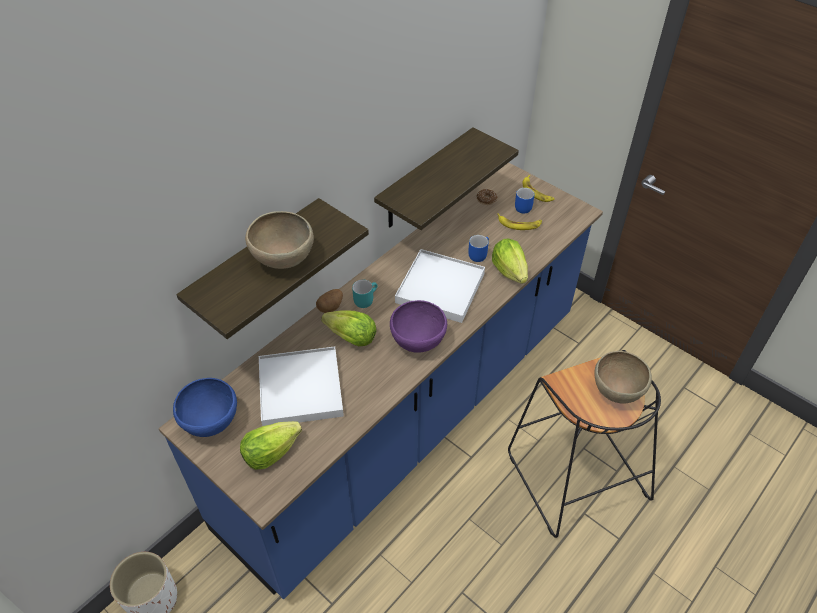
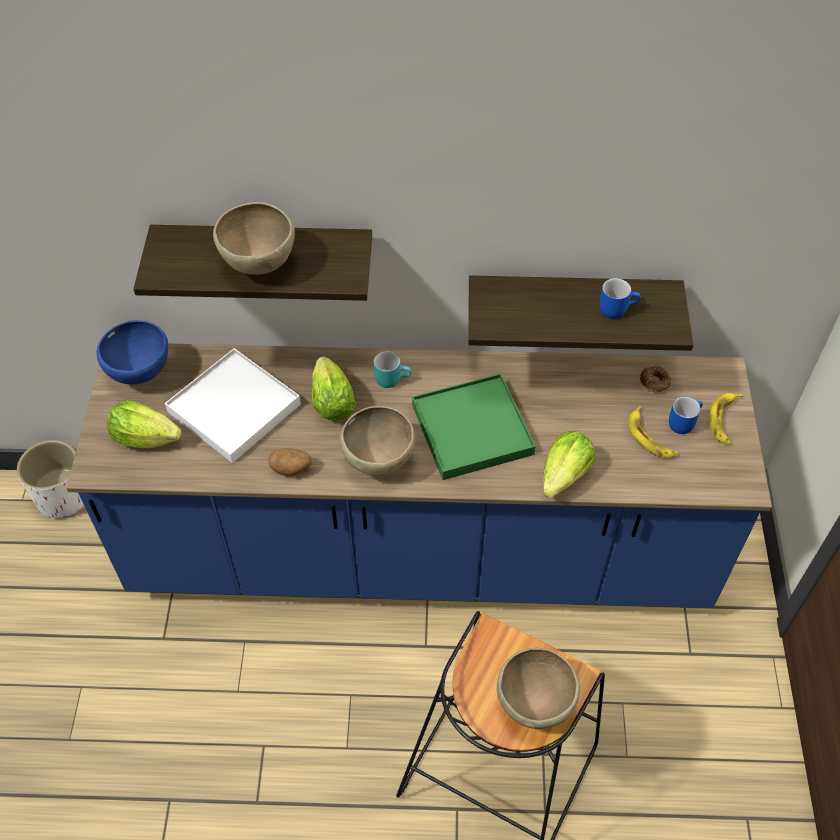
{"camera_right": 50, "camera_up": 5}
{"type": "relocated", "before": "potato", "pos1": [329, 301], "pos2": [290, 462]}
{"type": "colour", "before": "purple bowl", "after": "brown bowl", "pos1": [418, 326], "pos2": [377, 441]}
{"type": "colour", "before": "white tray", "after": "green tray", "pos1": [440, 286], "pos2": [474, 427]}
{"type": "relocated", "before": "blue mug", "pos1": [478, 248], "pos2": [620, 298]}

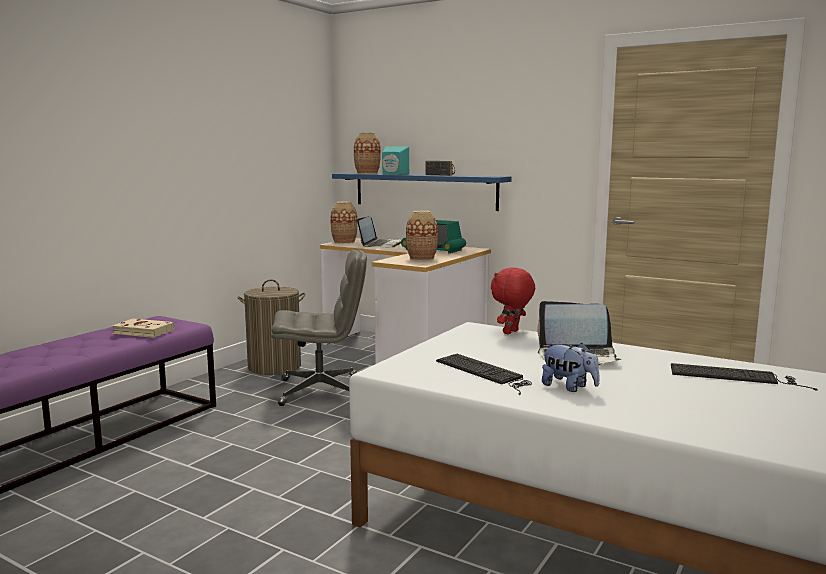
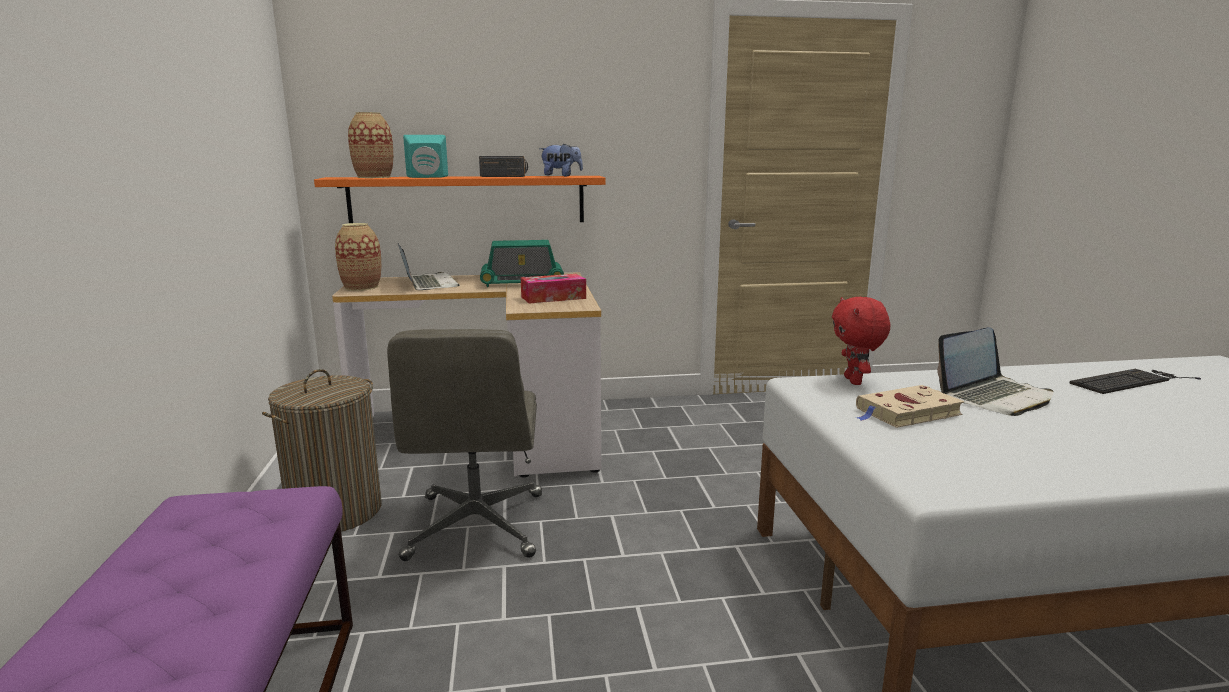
{"camera_right": -40, "camera_up": 5}
{"type": "relocated", "before": "beige book", "pos1": [143, 328], "pos2": [910, 406]}
{"type": "spun", "before": "grey office chair", "pos1": [319, 328], "pos2": [464, 445], "turn": 135}
{"type": "colour", "before": "blue shelf", "after": "orange shelf", "pos1": [422, 192], "pos2": [460, 199]}
{"type": "exchanged", "before": "vase", "after": "tissue box", "pos1": [422, 236], "pos2": [553, 289]}
{"type": "missing", "before": "keyboard", "pos1": [484, 374]}
{"type": "relocated", "before": "plush toy", "pos1": [571, 367], "pos2": [561, 160]}

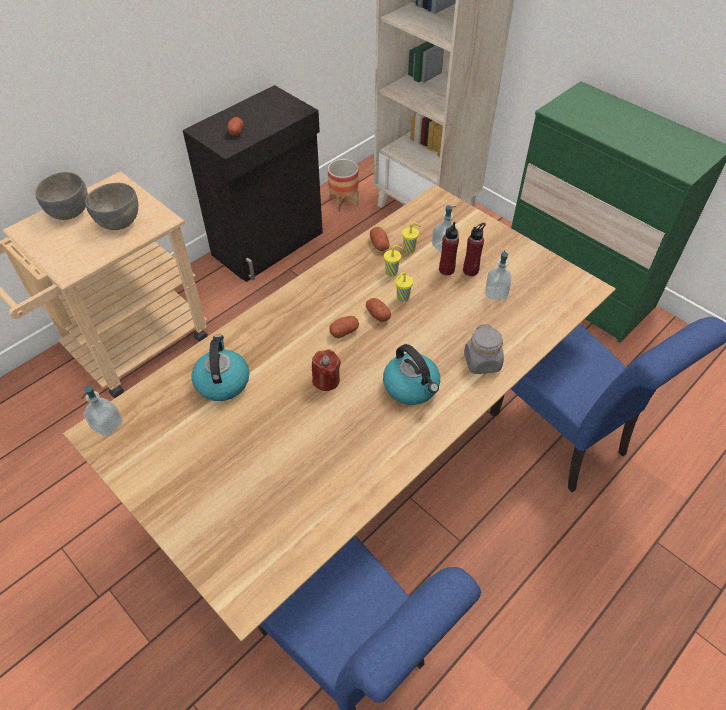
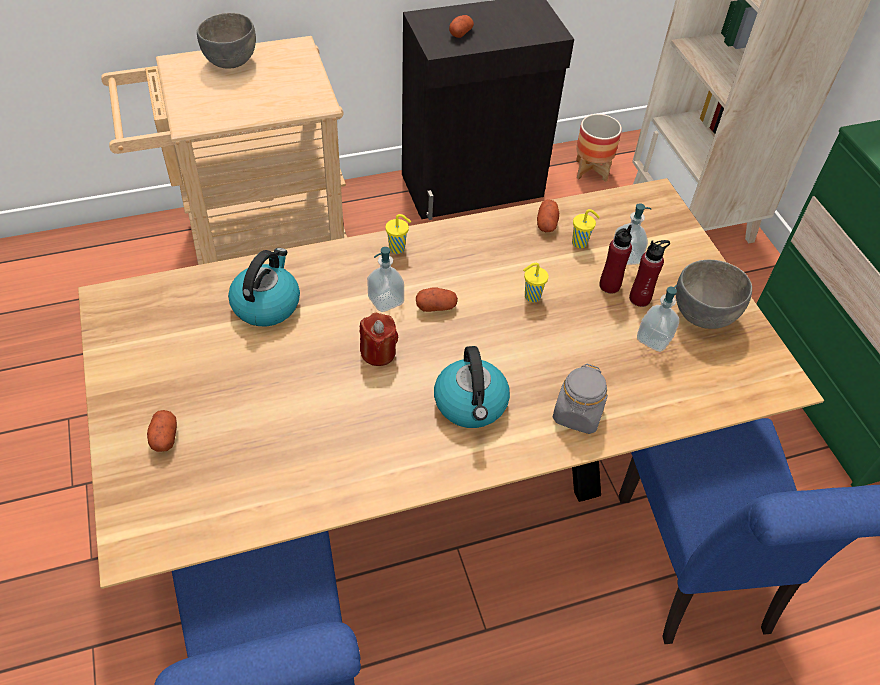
{"camera_right": 25, "camera_up": 0}
{"type": "relocated", "before": "soap dispenser", "pos1": [102, 411], "pos2": [385, 279]}
{"type": "relocated", "before": "grey bowl", "pos1": [111, 206], "pos2": [714, 294]}
{"type": "relocated", "before": "potato", "pos1": [378, 310], "pos2": [162, 431]}
{"type": "relocated", "before": "yellow cup", "pos1": [393, 260], "pos2": [398, 234]}

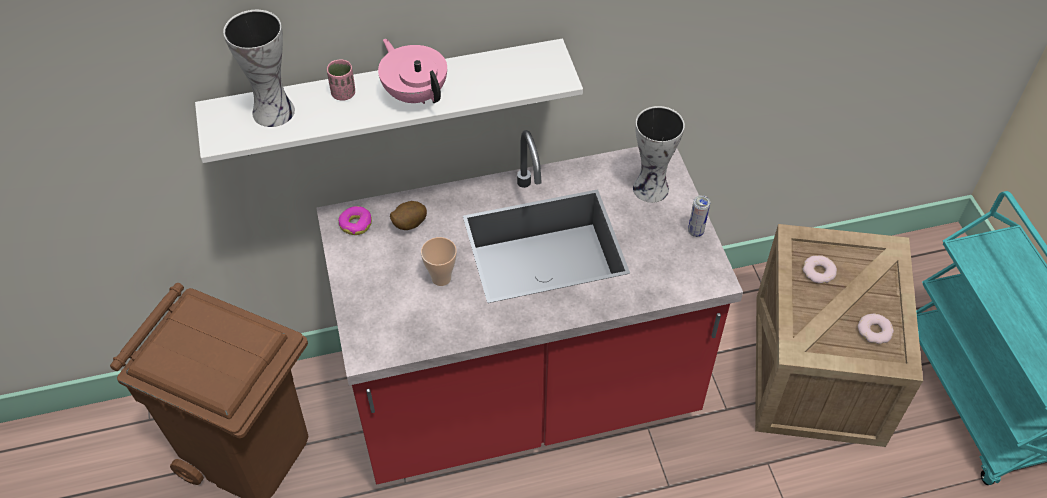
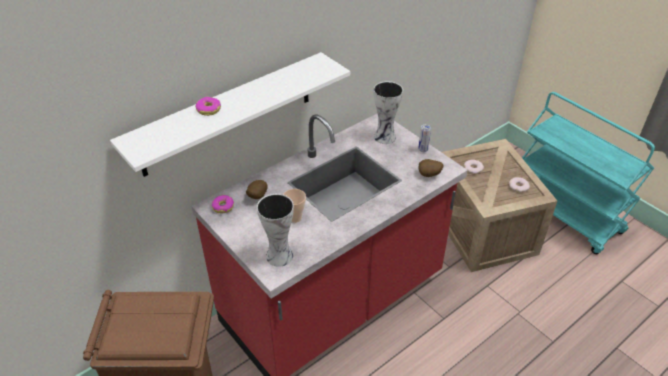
{"camera_right": -25, "camera_up": -10}
{"type": "relocated", "before": "vase", "pos1": [259, 68], "pos2": [275, 230]}
{"type": "exchanged", "before": "pink cup", "after": "donut", "pos1": [341, 80], "pos2": [208, 106]}
{"type": "missing", "before": "pink teapot", "pos1": [412, 71]}
{"type": "appeared", "after": "potato", "pos2": [431, 168]}

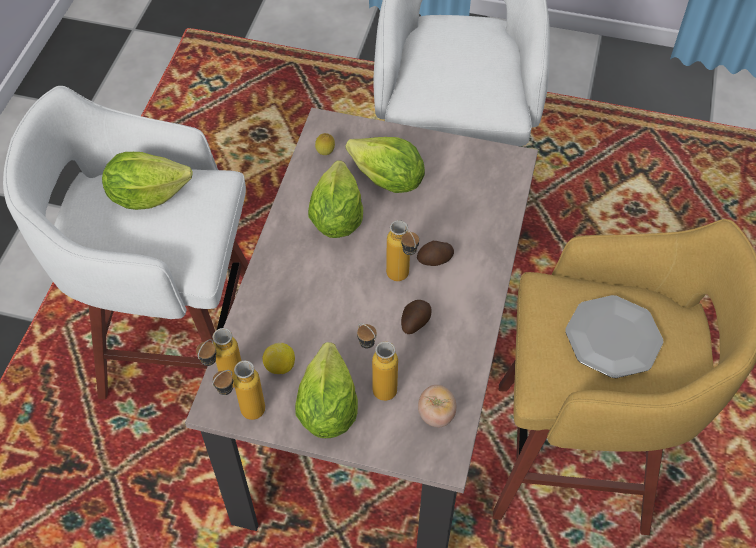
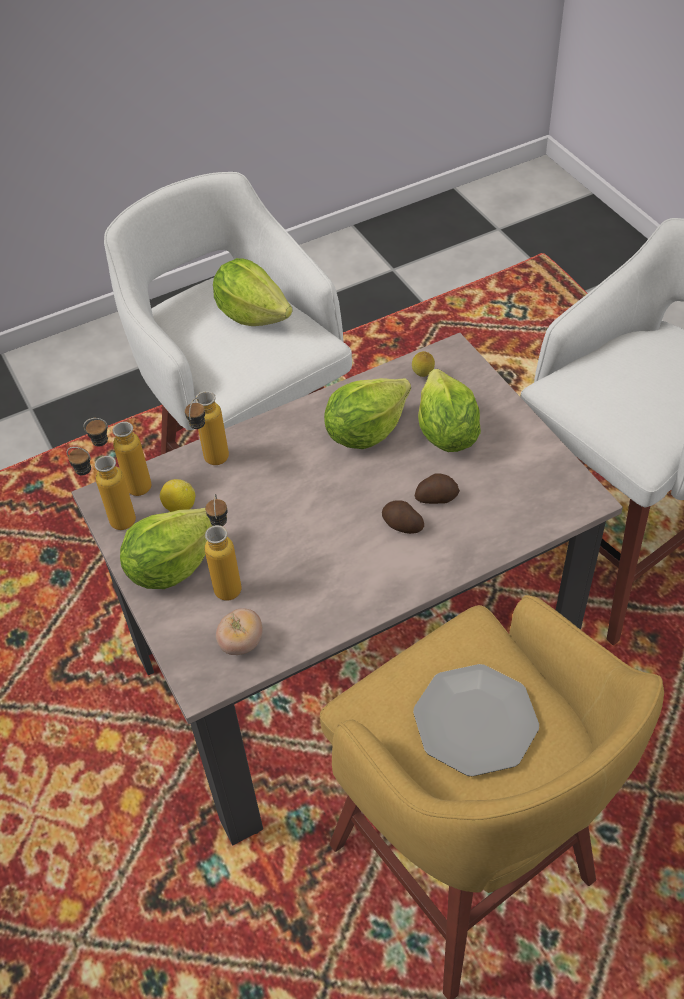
{"camera_right": 50, "camera_up": -5}
{"type": "relocated", "before": "bottle", "pos1": [402, 250], "pos2": [207, 428]}
{"type": "relocated", "before": "potato", "pos1": [416, 317], "pos2": [437, 488]}

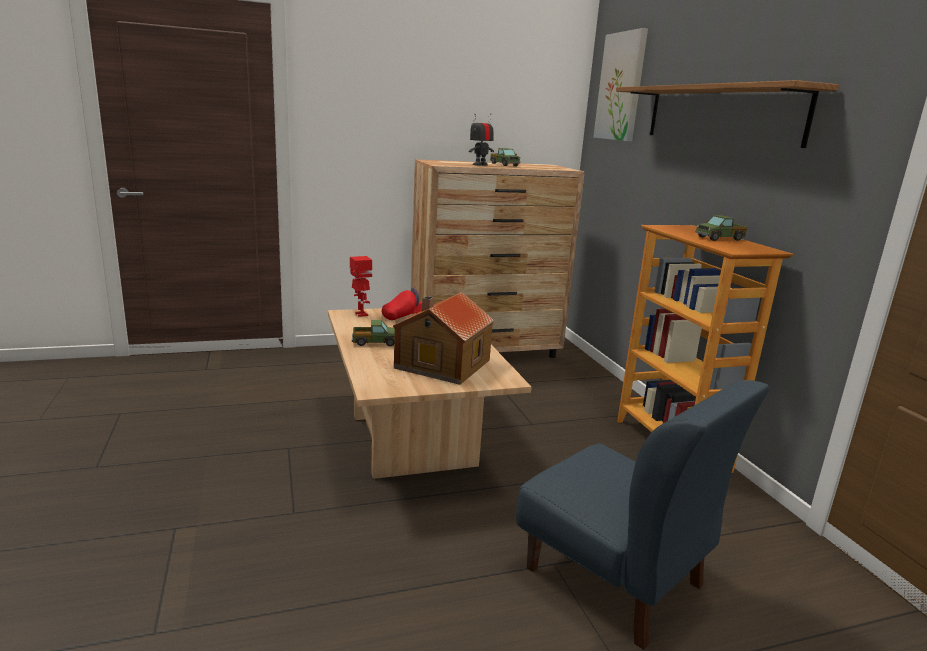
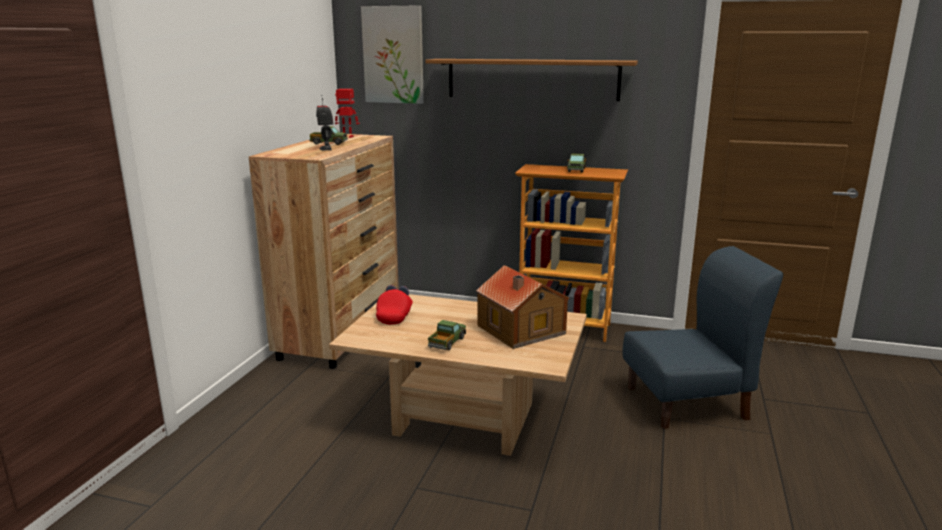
{"camera_right": -55, "camera_up": 0}
{"type": "relocated", "before": "toy robot", "pos1": [361, 286], "pos2": [347, 113]}

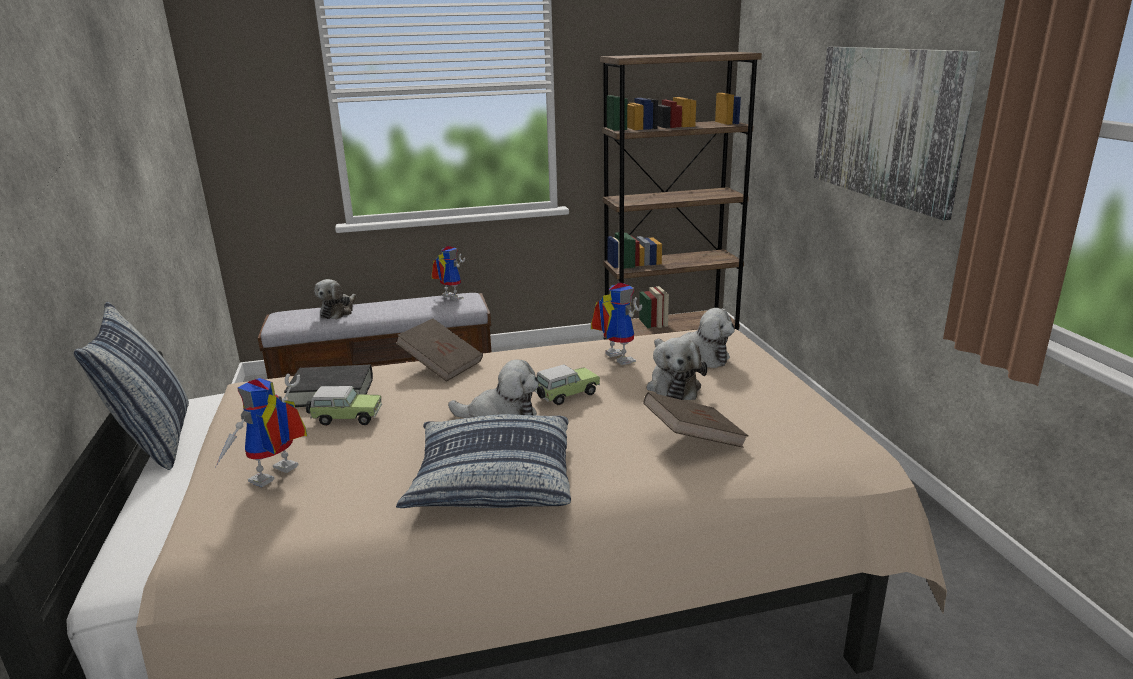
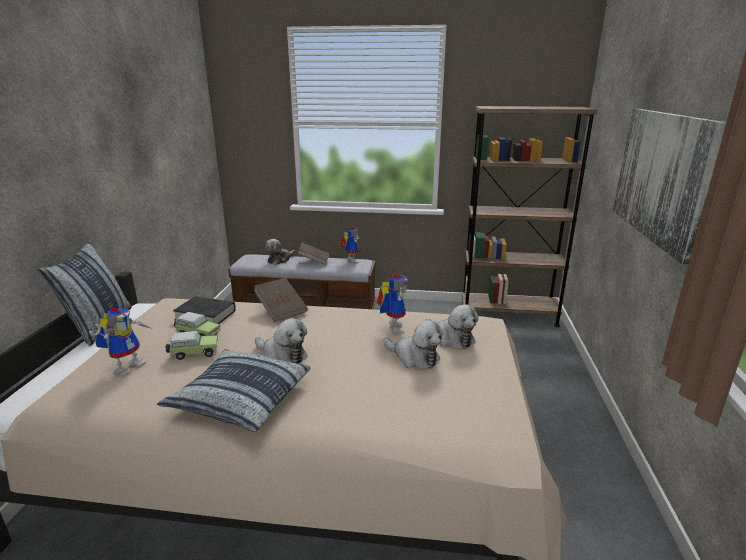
{"camera_right": 20, "camera_up": 0}
{"type": "spun", "before": "toy robot", "pos1": [261, 430], "pos2": [120, 342], "turn": 150}
{"type": "relocated", "before": "toy car", "pos1": [567, 384], "pos2": [192, 345]}
{"type": "relocated", "before": "brown book", "pos1": [695, 420], "pos2": [313, 253]}
{"type": "spun", "before": "plush toy", "pos1": [676, 369], "pos2": [413, 344], "turn": -75}

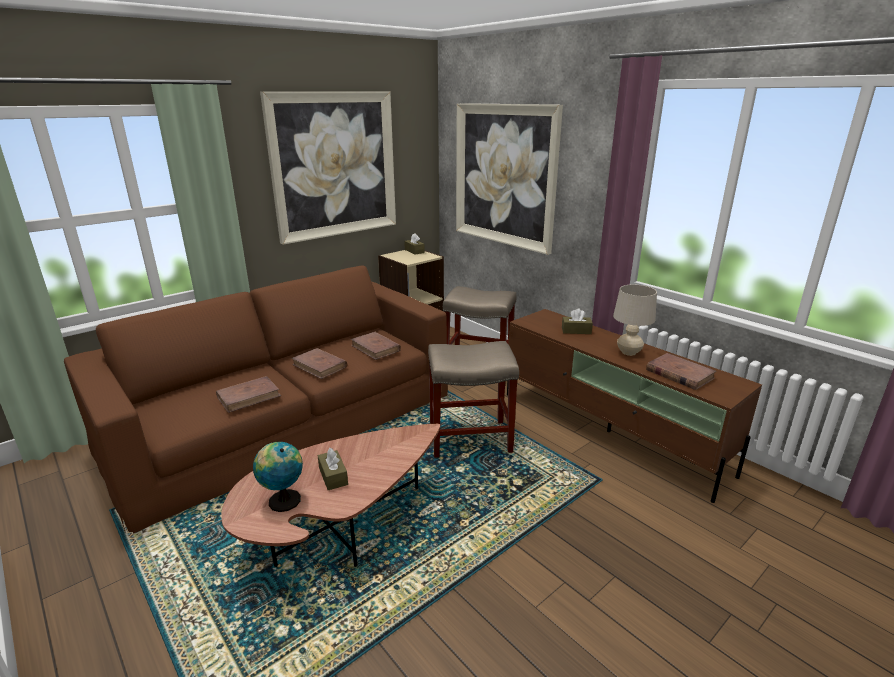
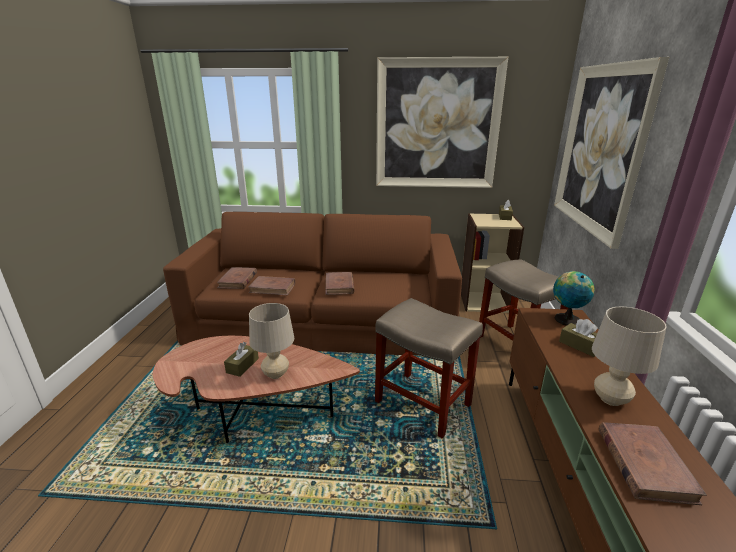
{"camera_right": 45, "camera_up": 0}
{"type": "relocated", "before": "globe", "pos1": [278, 477], "pos2": [574, 298]}
{"type": "relocated", "before": "brown book", "pos1": [376, 346], "pos2": [237, 278]}
{"type": "appeared", "after": "beige table lamp", "pos2": [271, 341]}

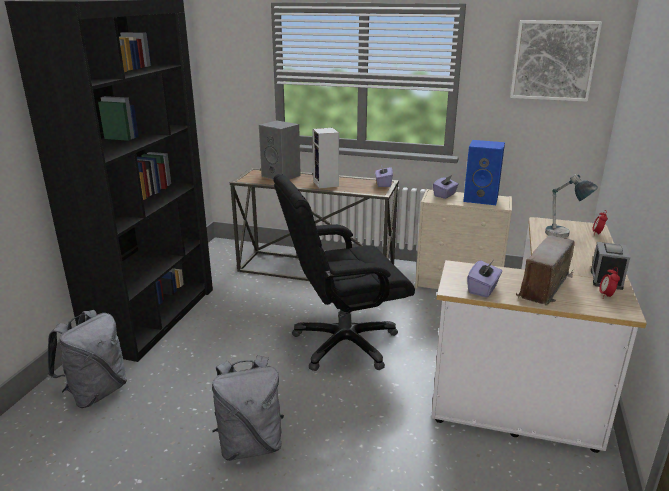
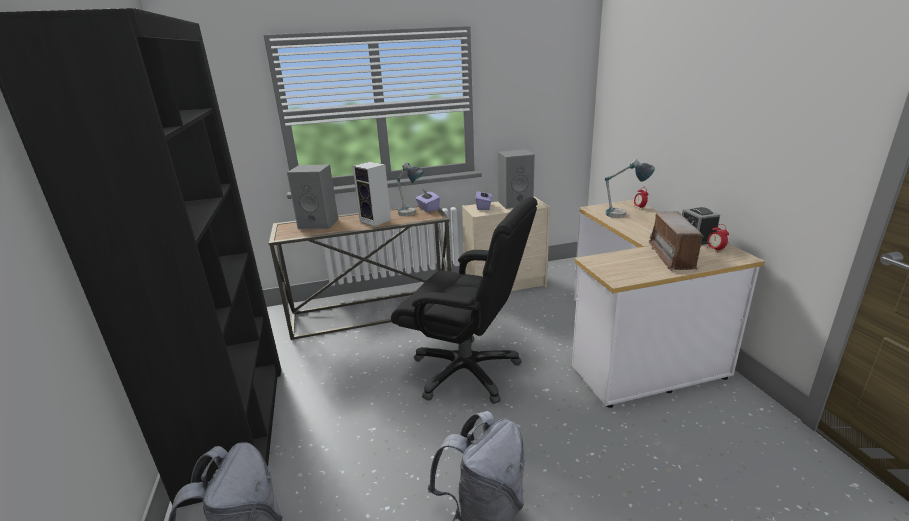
{"camera_right": -30, "camera_up": 0}
{"type": "spun", "before": "black office chair", "pos1": [344, 272], "pos2": [464, 300], "turn": -105}
{"type": "colour", "before": "blue speaker", "after": "grey speaker", "pos1": [484, 172], "pos2": [516, 179]}
{"type": "missing", "before": "purple tissue box", "pos1": [484, 278]}
{"type": "missing", "before": "picture", "pos1": [556, 61]}
{"type": "appeared", "after": "table lamp", "pos2": [410, 189]}

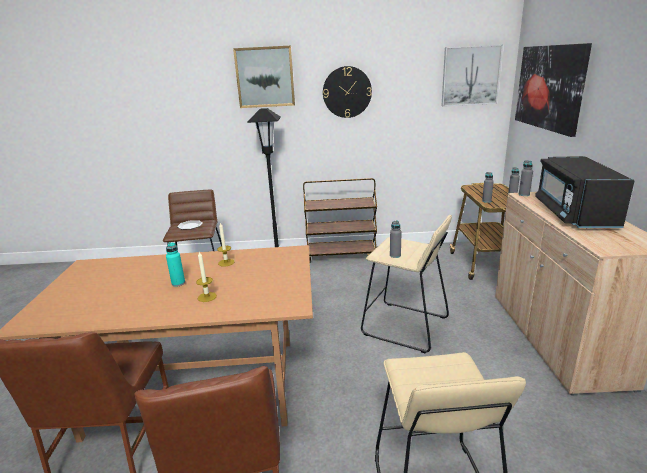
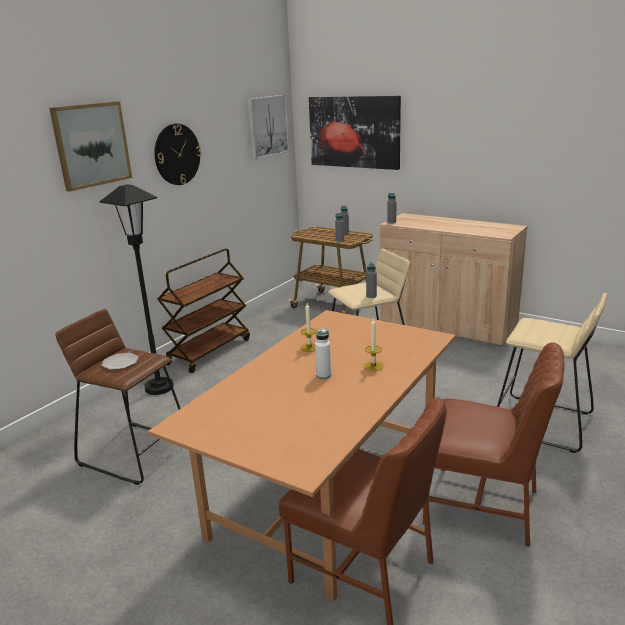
{"camera_right": -55, "camera_up": 0}
{"type": "colour", "before": "turquoise bottle", "after": "white bottle", "pos1": [175, 264], "pos2": [323, 353]}
{"type": "missing", "before": "black microwave", "pos1": [585, 192]}

